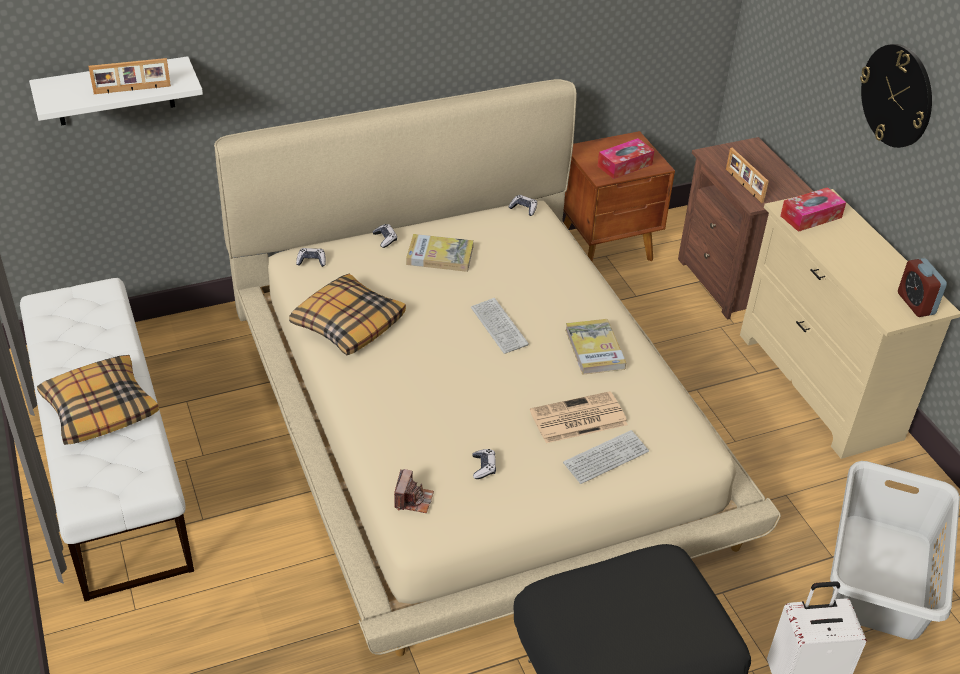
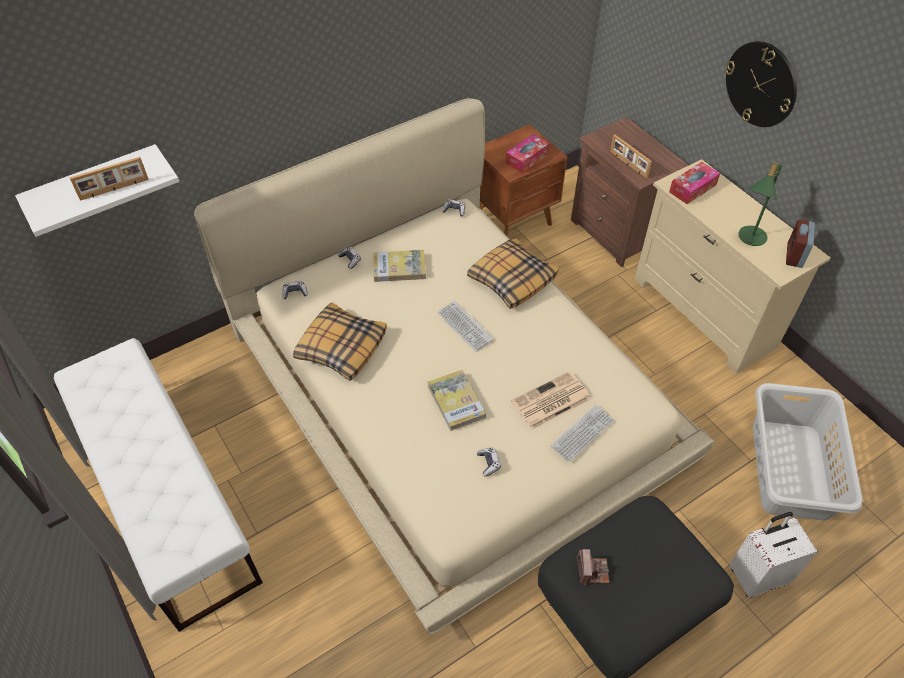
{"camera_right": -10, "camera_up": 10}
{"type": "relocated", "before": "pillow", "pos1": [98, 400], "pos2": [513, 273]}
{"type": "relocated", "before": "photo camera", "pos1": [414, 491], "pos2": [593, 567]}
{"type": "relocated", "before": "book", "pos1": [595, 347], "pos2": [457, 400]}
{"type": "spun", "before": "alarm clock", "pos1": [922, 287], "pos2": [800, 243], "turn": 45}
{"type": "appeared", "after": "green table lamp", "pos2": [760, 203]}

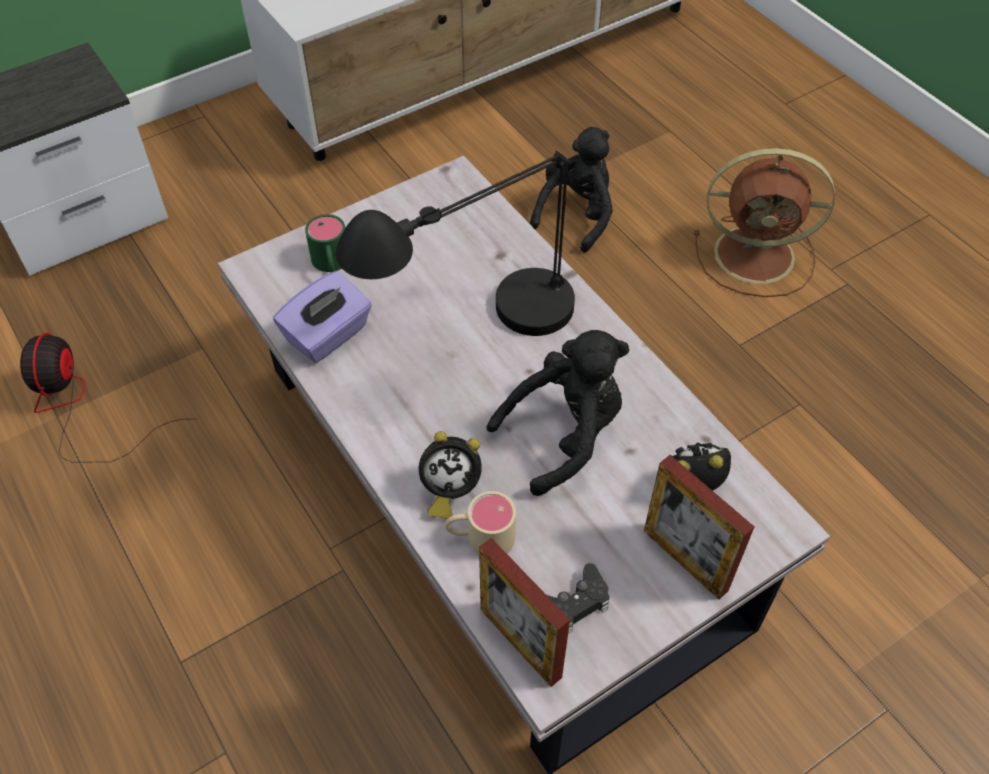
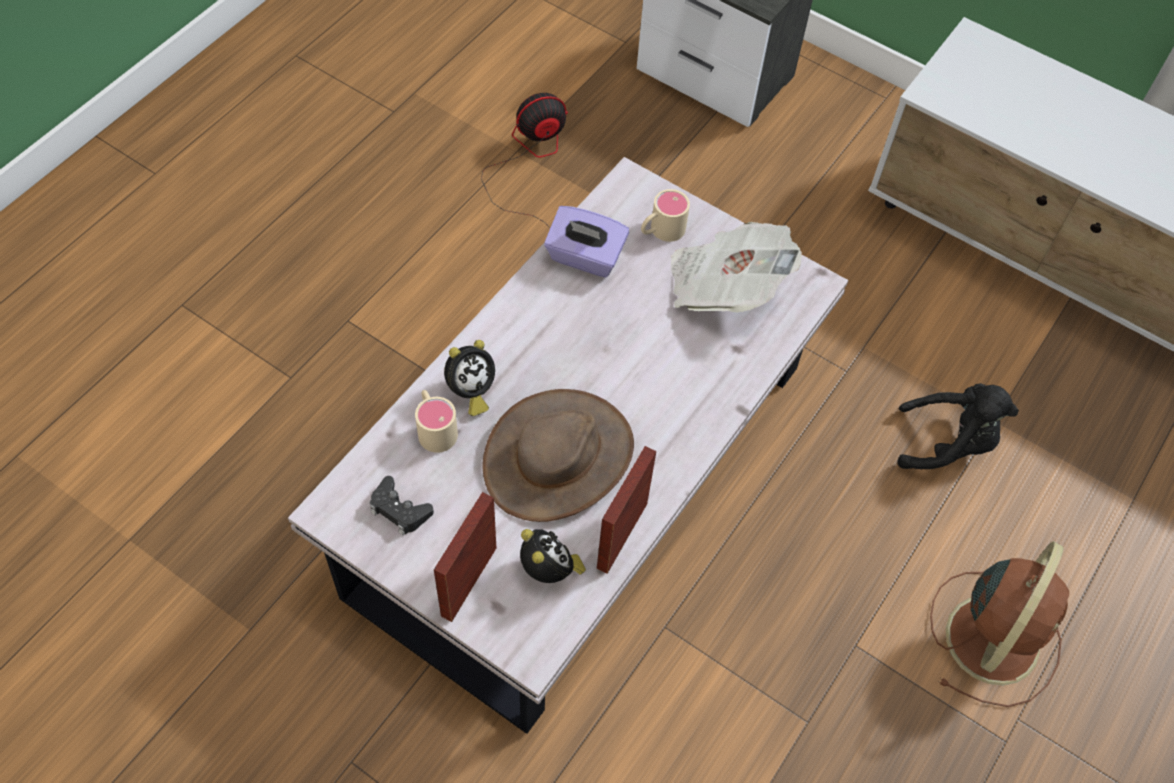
{"camera_right": 65, "camera_up": 5}
{"type": "colour", "before": "green mug", "after": "beige mug", "pos1": [325, 243], "pos2": [665, 215]}
{"type": "missing", "before": "black table lamp", "pos1": [455, 243]}
{"type": "spun", "before": "alarm clock", "pos1": [450, 475], "pos2": [469, 378], "turn": -105}
{"type": "relocated", "before": "picture frame", "pos1": [524, 612], "pos2": [626, 510]}
{"type": "exchanged", "before": "black plush toy", "after": "brown hat", "pos1": [558, 413], "pos2": [558, 455]}
{"type": "spun", "before": "brown fan", "pos1": [764, 222], "pos2": [999, 624], "turn": -135}
{"type": "appeared", "after": "newspaper", "pos2": [736, 267]}

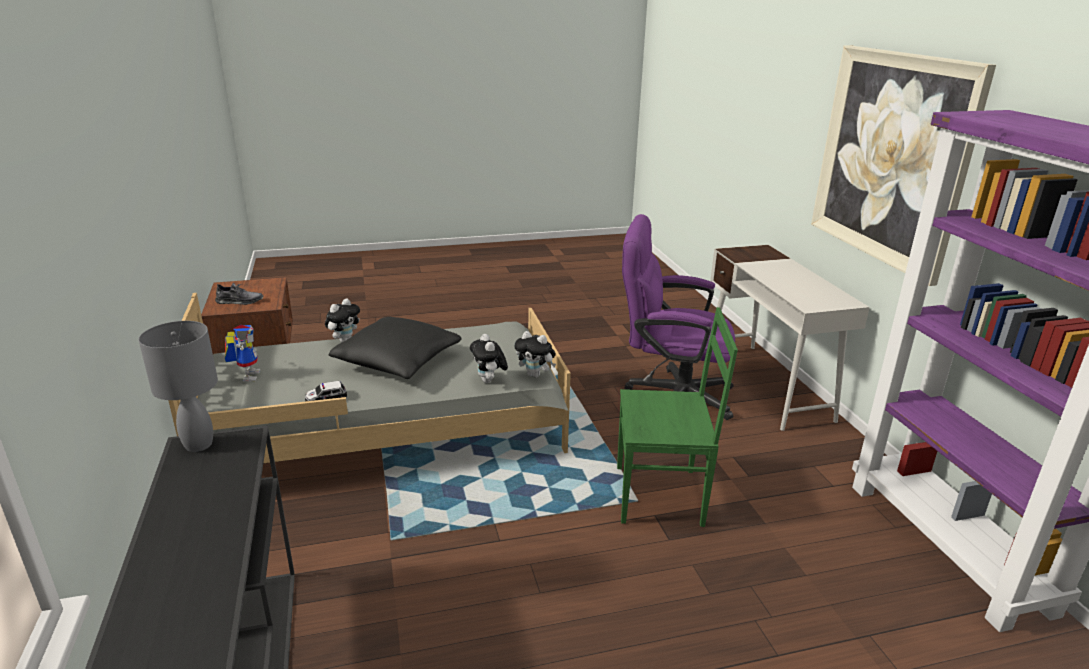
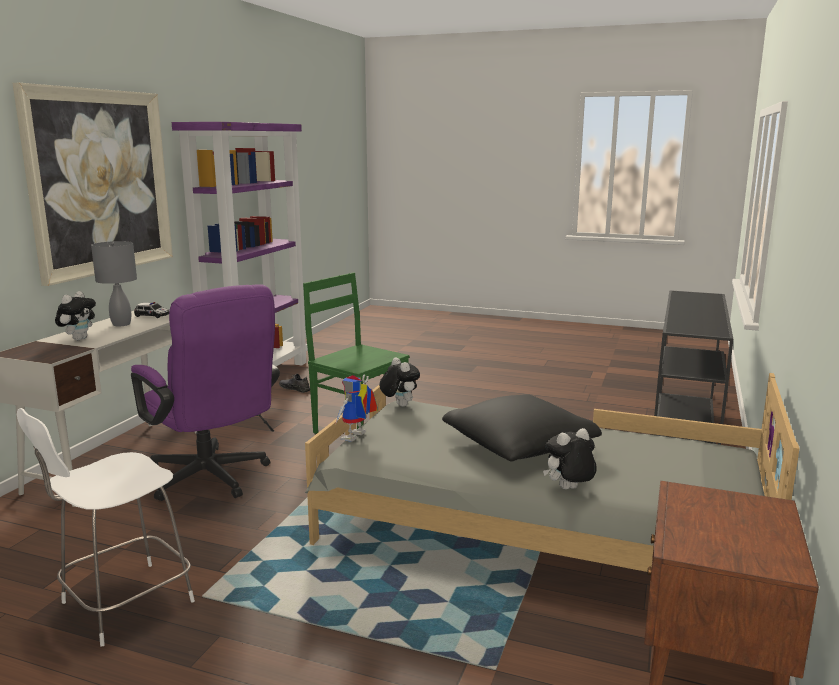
{"camera_right": -145, "camera_up": -10}
{"type": "relocated", "before": "grey table lamp", "pos1": [178, 386], "pos2": [114, 283]}
{"type": "relocated", "before": "grey shoe", "pos1": [239, 294], "pos2": [294, 383]}
{"type": "relocated", "before": "toy robot", "pos1": [242, 353], "pos2": [357, 408]}
{"type": "relocated", "before": "toy car", "pos1": [326, 391], "pos2": [151, 310]}
{"type": "relocated", "before": "plush toy", "pos1": [489, 358], "pos2": [75, 315]}
{"type": "appeared", "after": "white chair", "pos2": [106, 527]}

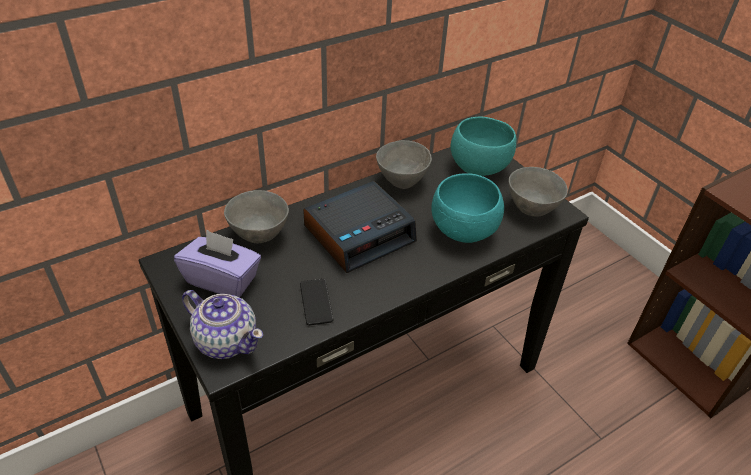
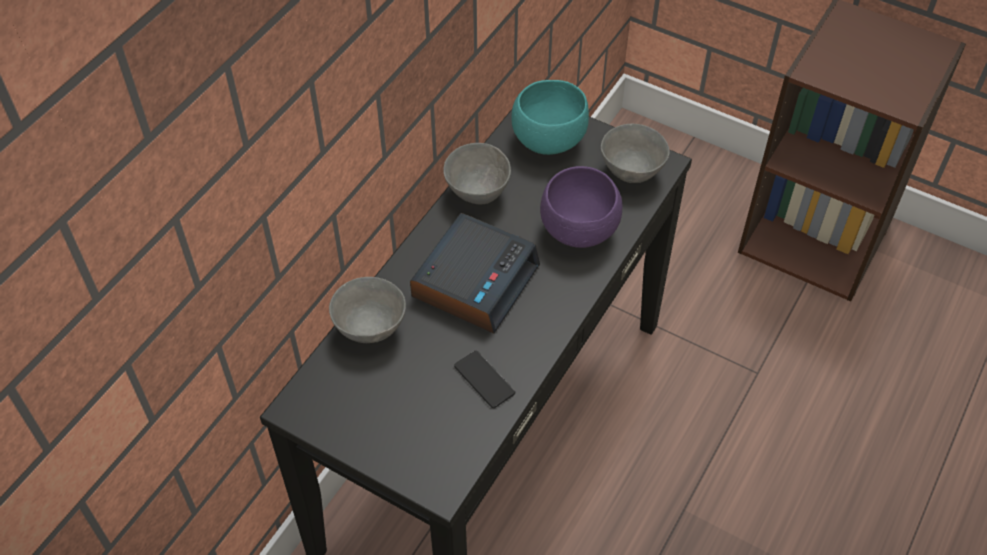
{"camera_right": -25, "camera_up": 10}
{"type": "missing", "before": "purple tissue box", "pos1": [217, 263]}
{"type": "missing", "before": "teapot", "pos1": [222, 324]}
{"type": "colour", "before": "turquoise bowl", "after": "purple bowl", "pos1": [467, 208], "pos2": [581, 207]}

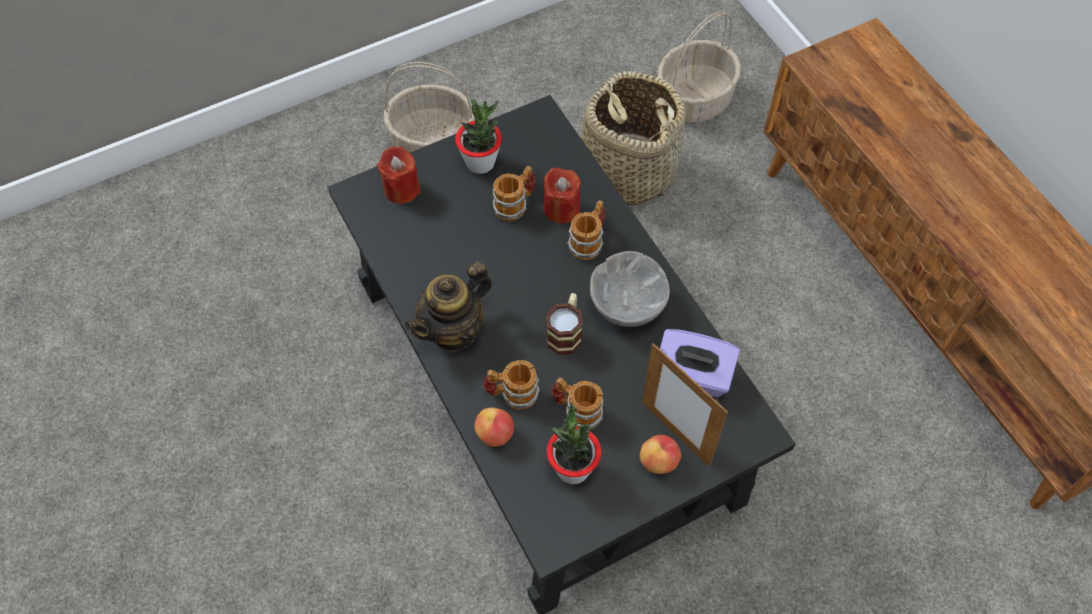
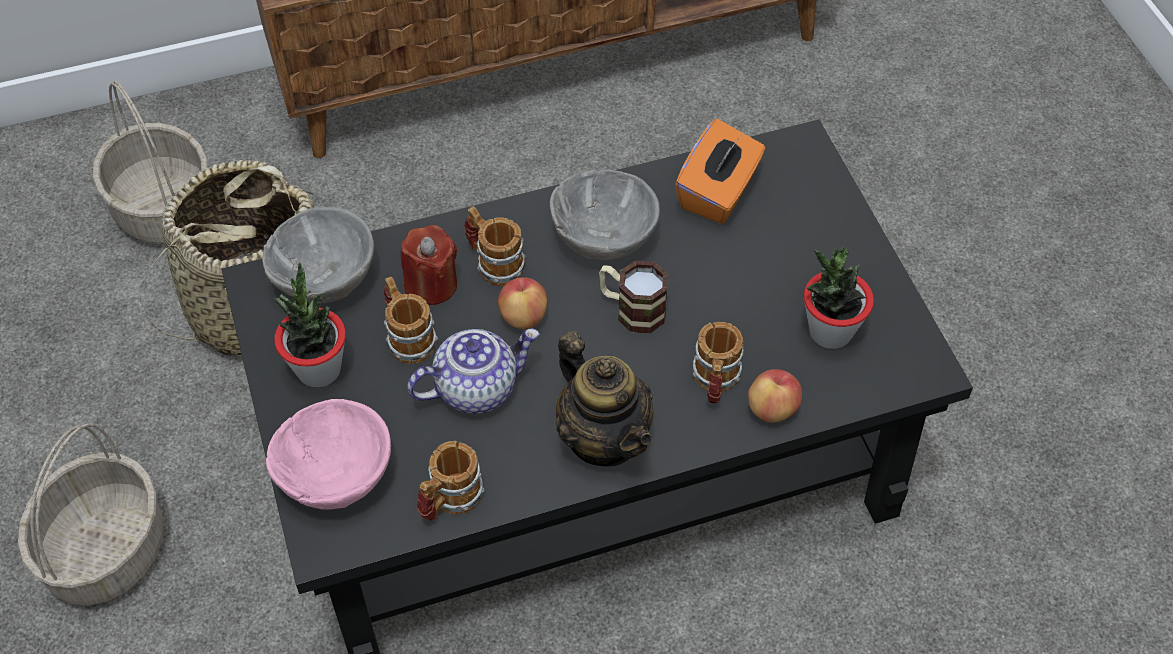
{"camera_right": -80, "camera_up": -5}
{"type": "exchanged", "before": "red candle", "after": "pink bowl", "pos1": [399, 175], "pos2": [328, 454]}
{"type": "relocated", "before": "mug", "pos1": [577, 404], "pos2": [451, 481]}
{"type": "relocated", "before": "apple", "pos1": [660, 454], "pos2": [522, 303]}
{"type": "missing", "before": "picture frame", "pos1": [685, 404]}
{"type": "colour", "before": "purple tissue box", "after": "orange tissue box", "pos1": [700, 363], "pos2": [720, 171]}
{"type": "appeared", "after": "grey bowl", "pos2": [318, 255]}
{"type": "appeared", "after": "teapot", "pos2": [473, 371]}

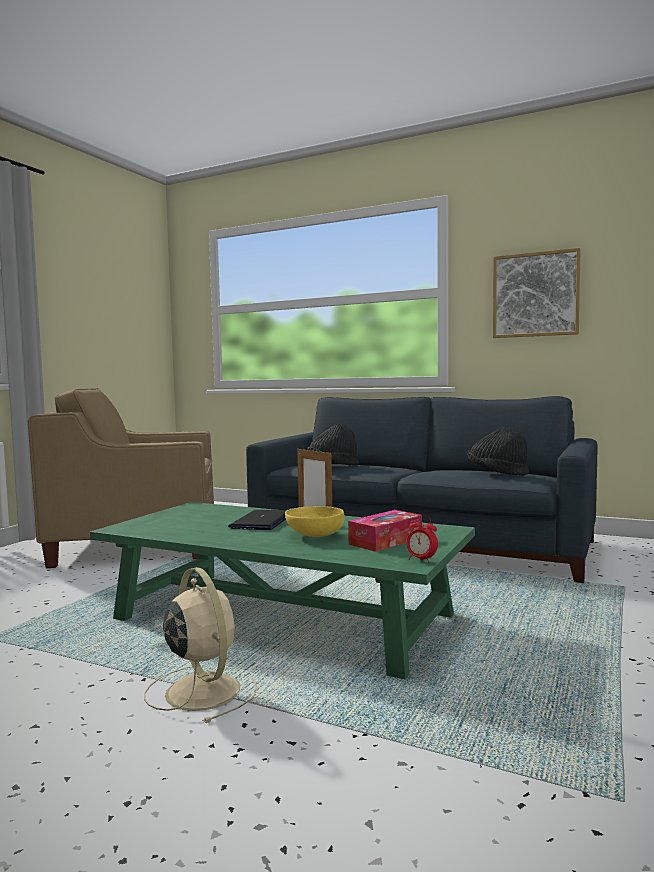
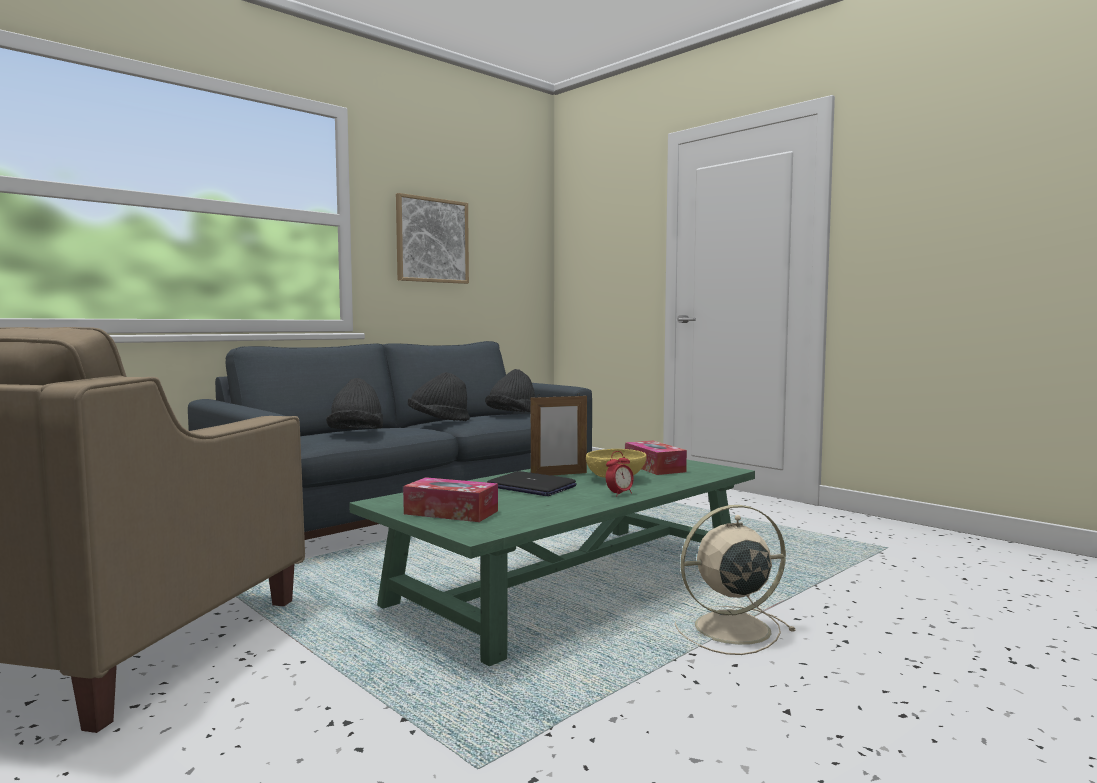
{"camera_right": -70, "camera_up": 0}
{"type": "relocated", "before": "alarm clock", "pos1": [422, 539], "pos2": [620, 473]}
{"type": "appeared", "after": "tissue box", "pos2": [450, 499]}
{"type": "appeared", "after": "black hat", "pos2": [439, 396]}

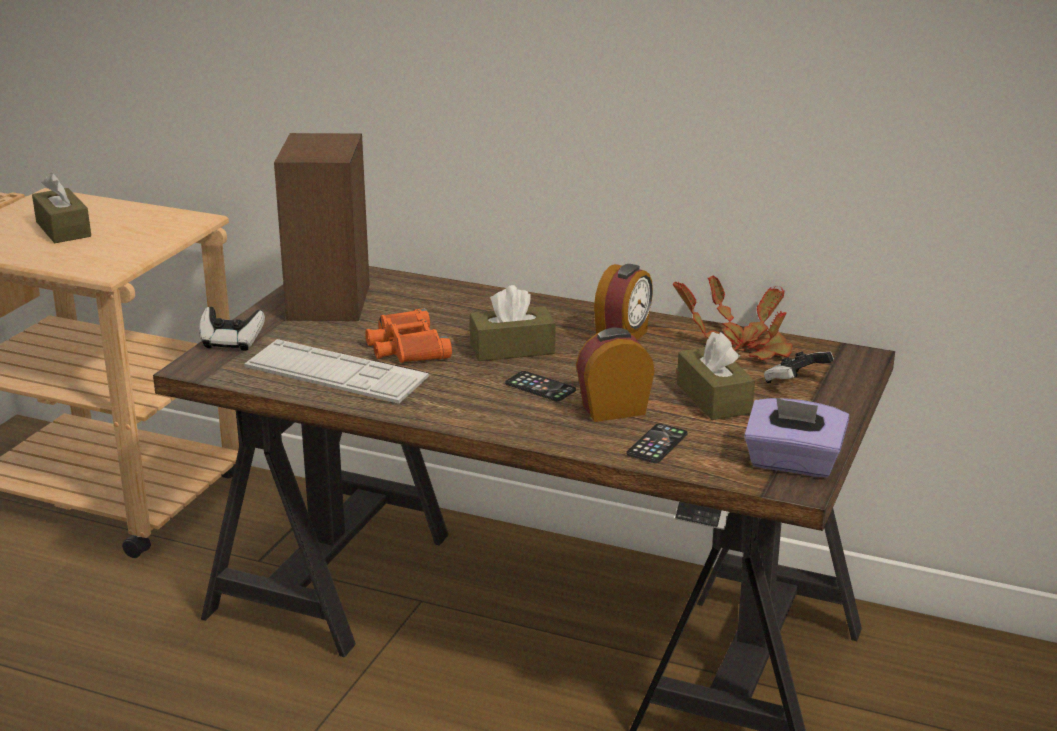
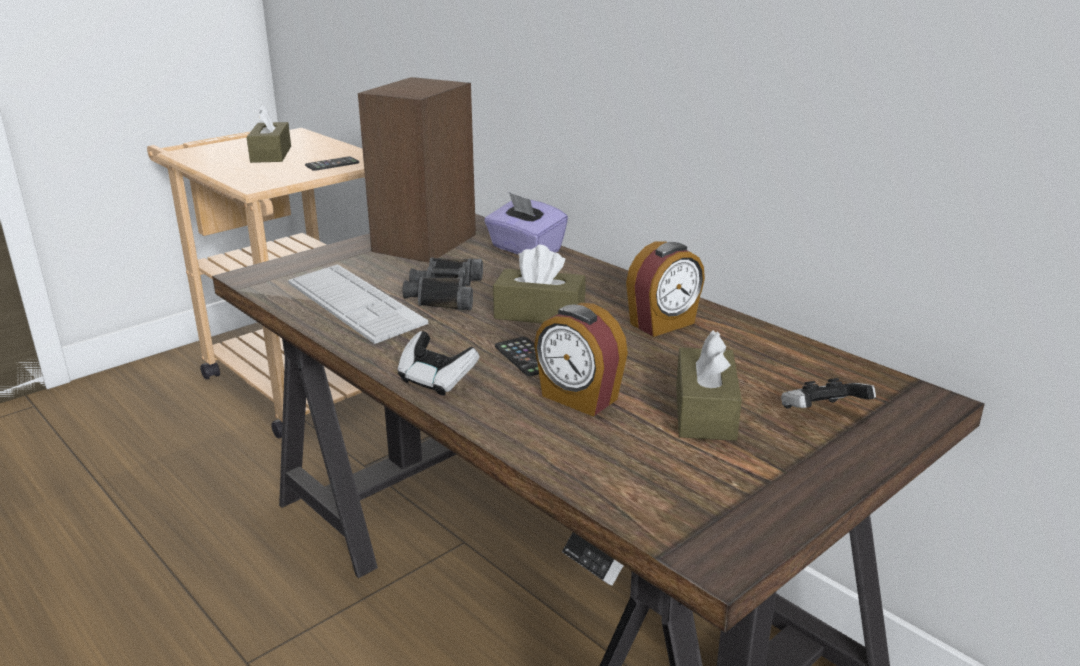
{"camera_right": 25, "camera_up": 0}
{"type": "relocated", "before": "game controller", "pos1": [232, 329], "pos2": [438, 363]}
{"type": "colour", "before": "orange binoculars", "after": "black binoculars", "pos1": [408, 335], "pos2": [442, 284]}
{"type": "spun", "before": "alarm clock", "pos1": [615, 375], "pos2": [581, 359], "turn": -150}
{"type": "relocated", "before": "phone", "pos1": [657, 443], "pos2": [332, 164]}
{"type": "missing", "before": "potted plant", "pos1": [732, 317]}
{"type": "relocated", "before": "purple tissue box", "pos1": [796, 437], "pos2": [526, 223]}

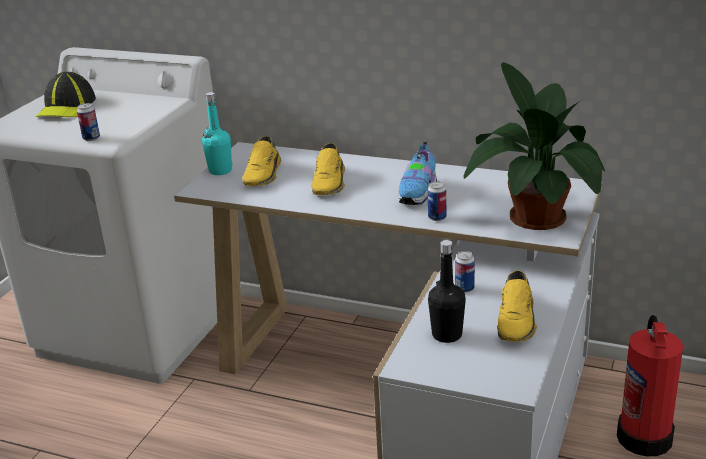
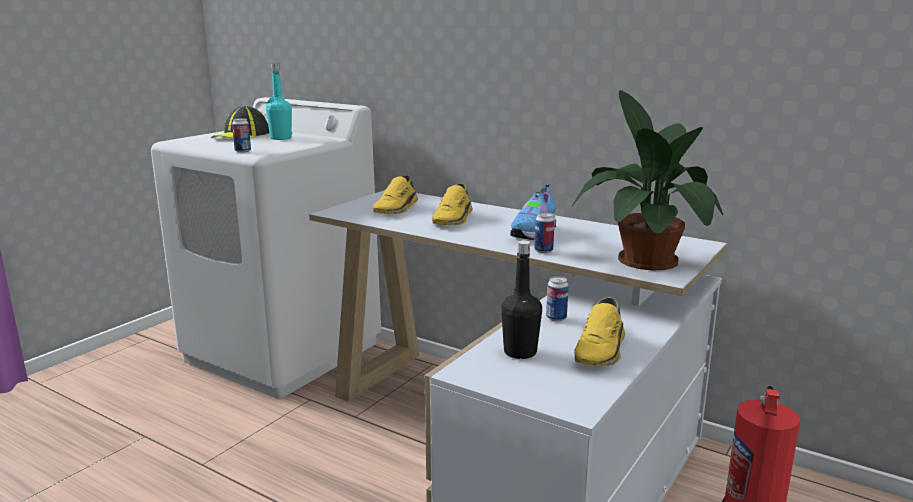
{"camera_right": 10, "camera_up": -10}
{"type": "relocated", "before": "turquoise bottle", "pos1": [217, 133], "pos2": [279, 101]}

